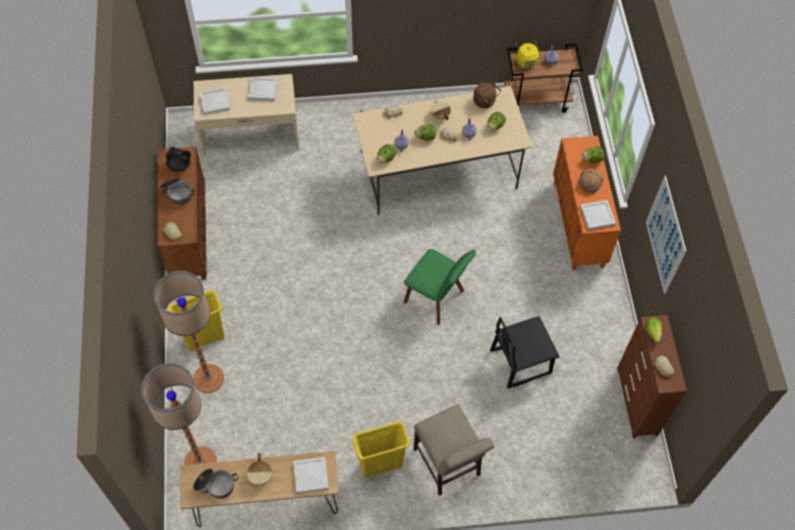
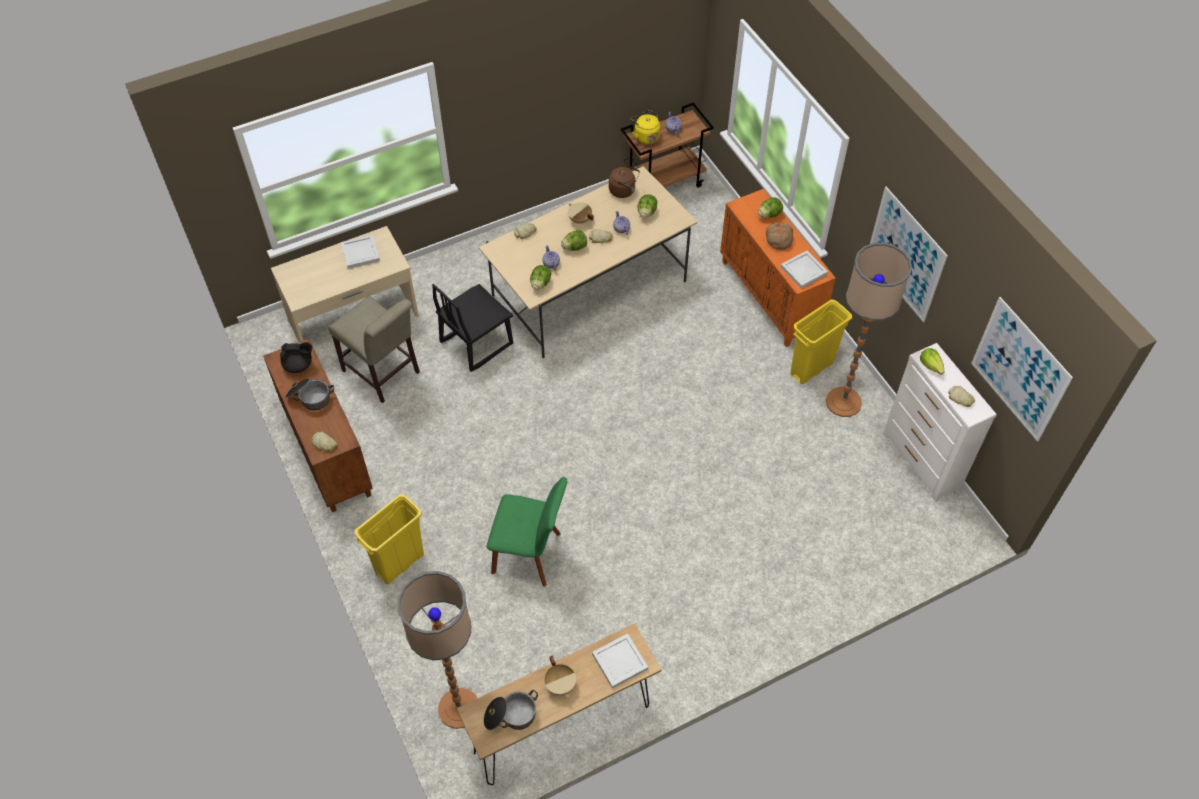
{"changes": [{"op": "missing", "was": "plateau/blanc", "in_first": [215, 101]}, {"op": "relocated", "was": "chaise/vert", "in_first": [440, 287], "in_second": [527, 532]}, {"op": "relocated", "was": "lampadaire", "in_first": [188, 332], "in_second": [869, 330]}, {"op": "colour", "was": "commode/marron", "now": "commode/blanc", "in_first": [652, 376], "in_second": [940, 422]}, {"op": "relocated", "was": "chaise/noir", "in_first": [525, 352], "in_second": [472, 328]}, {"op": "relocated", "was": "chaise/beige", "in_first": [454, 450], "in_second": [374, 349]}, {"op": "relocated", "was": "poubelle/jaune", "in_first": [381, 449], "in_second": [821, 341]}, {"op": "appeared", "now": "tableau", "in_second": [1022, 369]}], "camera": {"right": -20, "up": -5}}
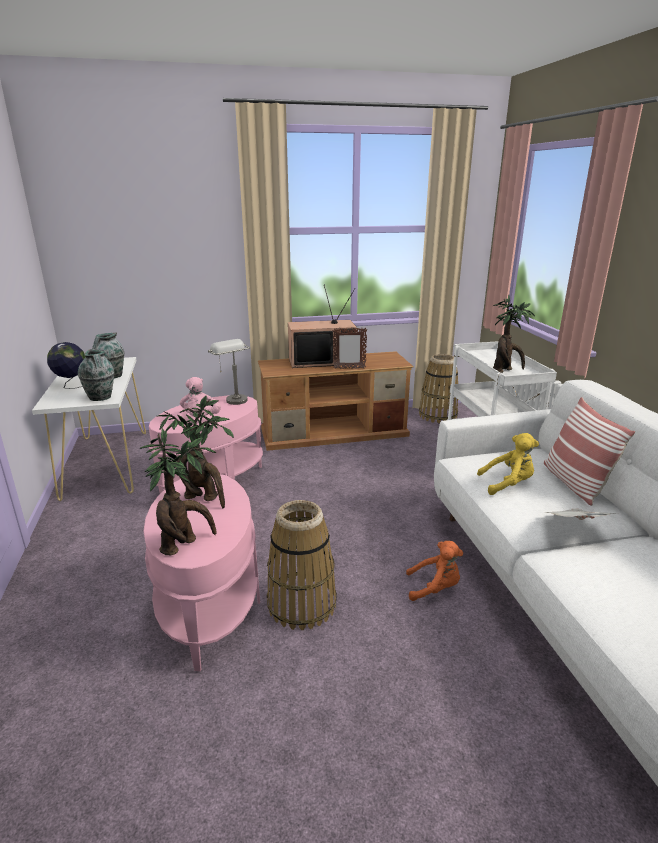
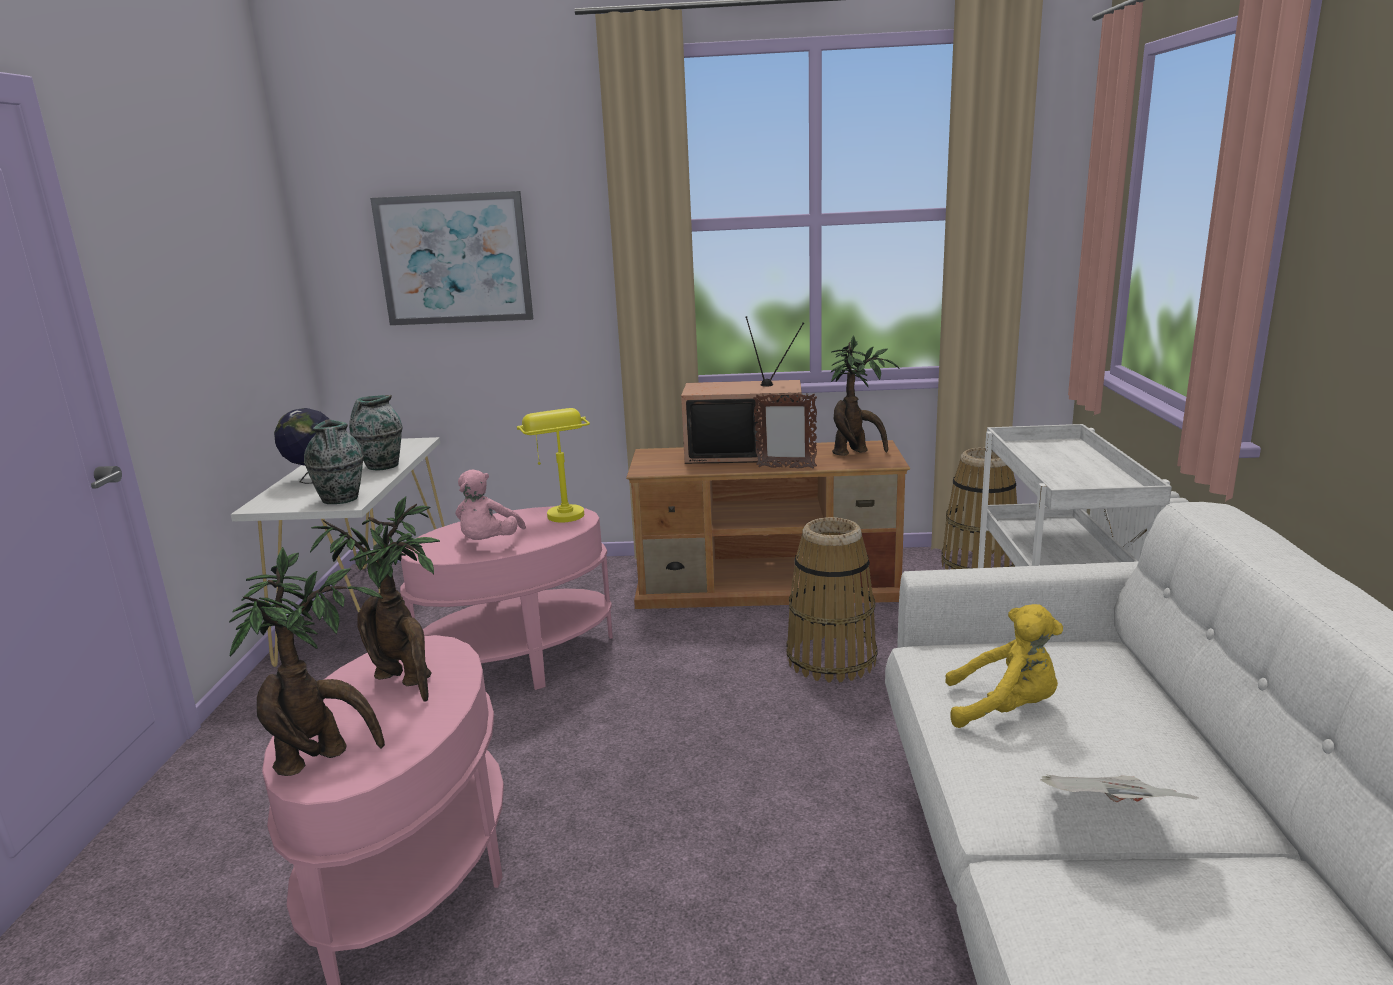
{"changes": [{"op": "relocated", "was": "plante en pot", "in_first": [514, 333], "in_second": [865, 395]}, {"op": "colour", "was": "lampe de table/gris", "now": "lampe de table/jaune", "in_first": [229, 372], "in_second": [553, 465]}, {"op": "missing", "was": "coussin", "in_first": [589, 451]}, {"op": "relocated", "was": "panier", "in_first": [302, 565], "in_second": [831, 599]}, {"op": "missing", "was": "peluche/orange", "in_first": [434, 571]}, {"op": "appeared", "now": "tableau", "in_second": [451, 258]}], "camera": {"right": 15, "up": -5}}
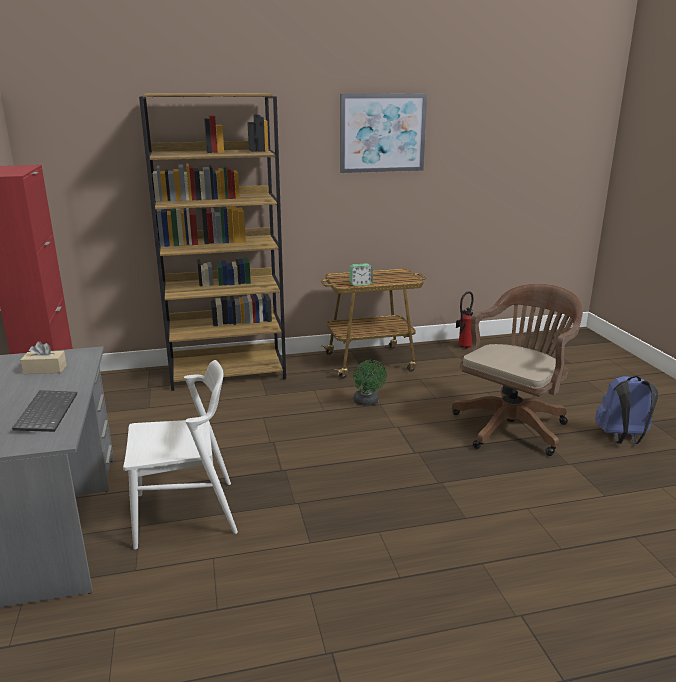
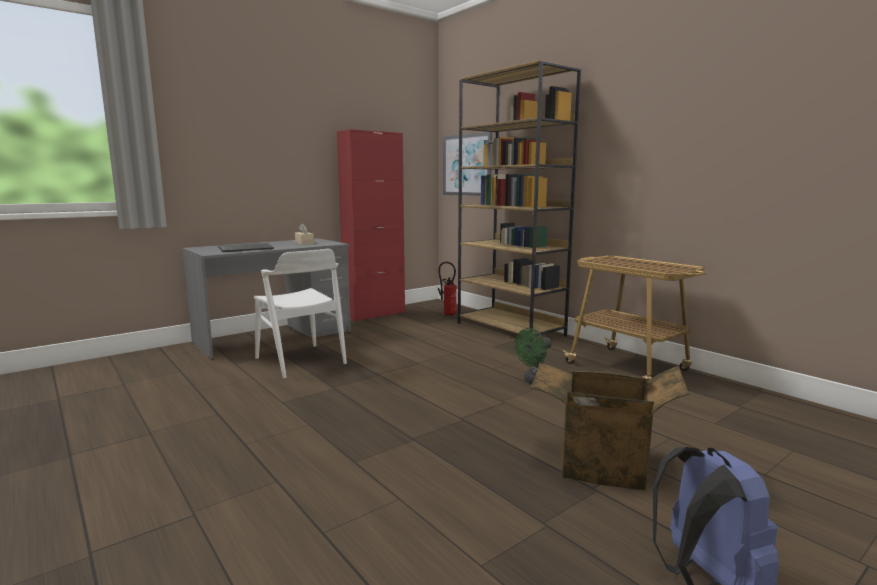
{"changes": [{"op": "relocated", "was": "tableau", "in_first": [383, 133], "in_second": [467, 164]}, {"op": "missing", "was": "réveil", "in_first": [361, 274]}, {"op": "exchanged", "was": "chaise de bureau/marron", "now": "carton", "in_first": [517, 370], "in_second": [609, 426]}, {"op": "relocated", "was": "extincteur", "in_first": [465, 320], "in_second": [447, 289]}], "camera": {"right": 65, "up": -10}}
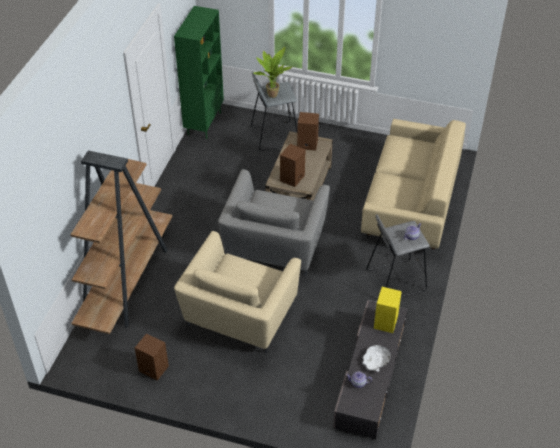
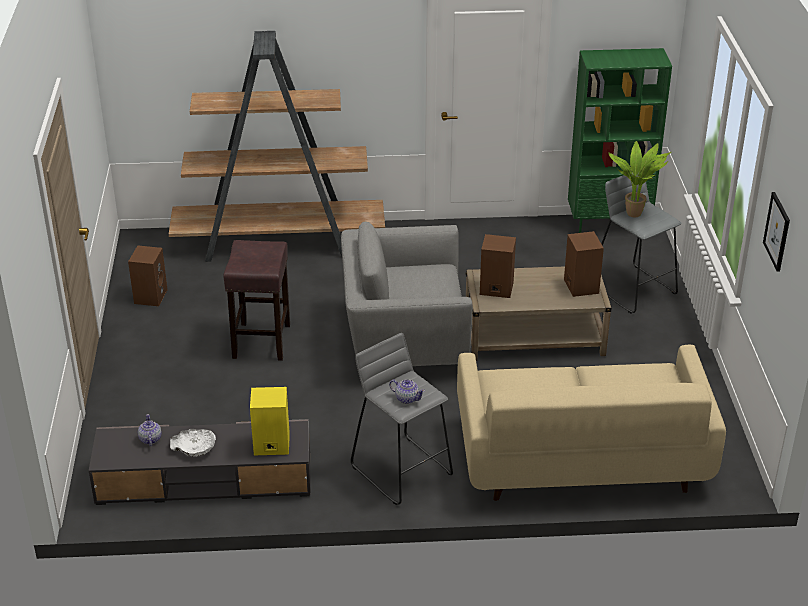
{"changes": [{"op": "exchanged", "was": "fauteuil/beige", "now": "tabouret/marron", "in_first": [237, 292], "in_second": [256, 300]}, {"op": "appeared", "now": "tableau", "in_second": [776, 231]}], "camera": {"right": 70, "up": -10}}
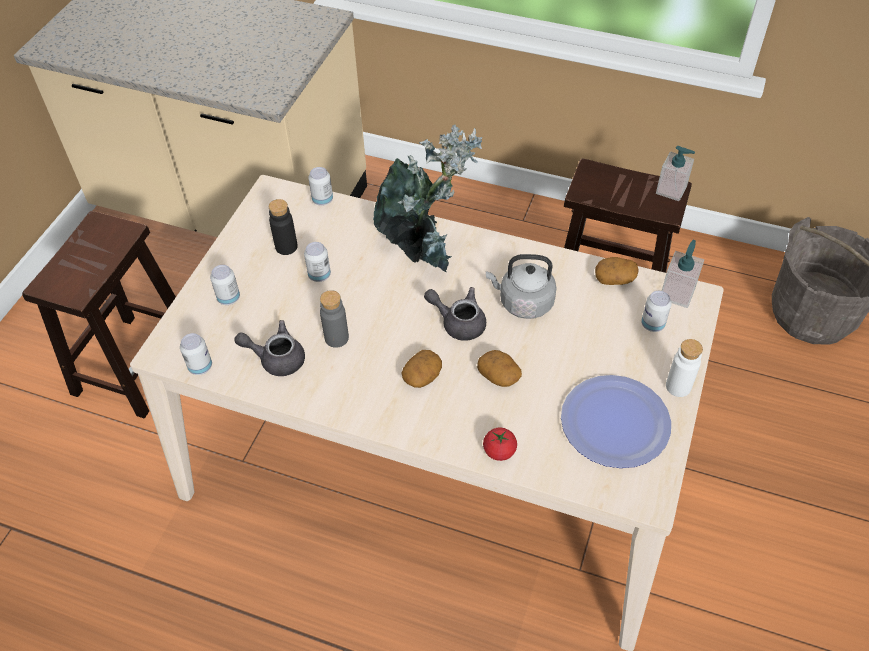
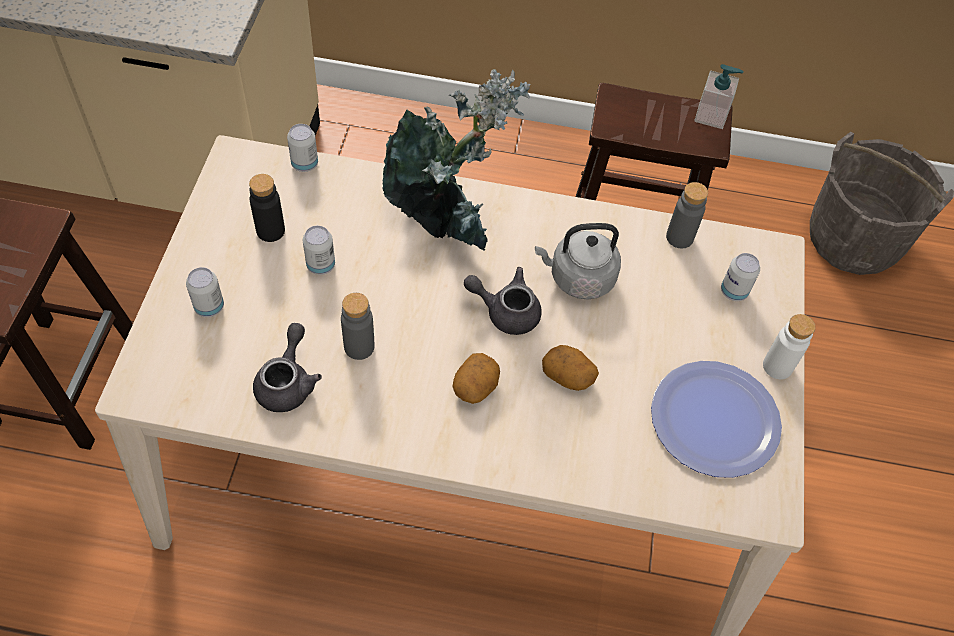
{"changes": [{"op": "missing", "was": "distributeur de savon", "in_first": [683, 274]}, {"op": "exchanged", "was": "pomme de terre", "now": "bouteille/gris", "in_first": [617, 271], "in_second": [687, 215]}, {"op": "spun", "was": "théière/gris", "in_first": [269, 348], "in_second": [287, 367], "clockwise": 105}, {"op": "missing", "was": "boîte métallique", "in_first": [196, 354]}, {"op": "missing", "was": "tomate", "in_first": [500, 444]}], "camera": {"right": -15, "up": 5}}
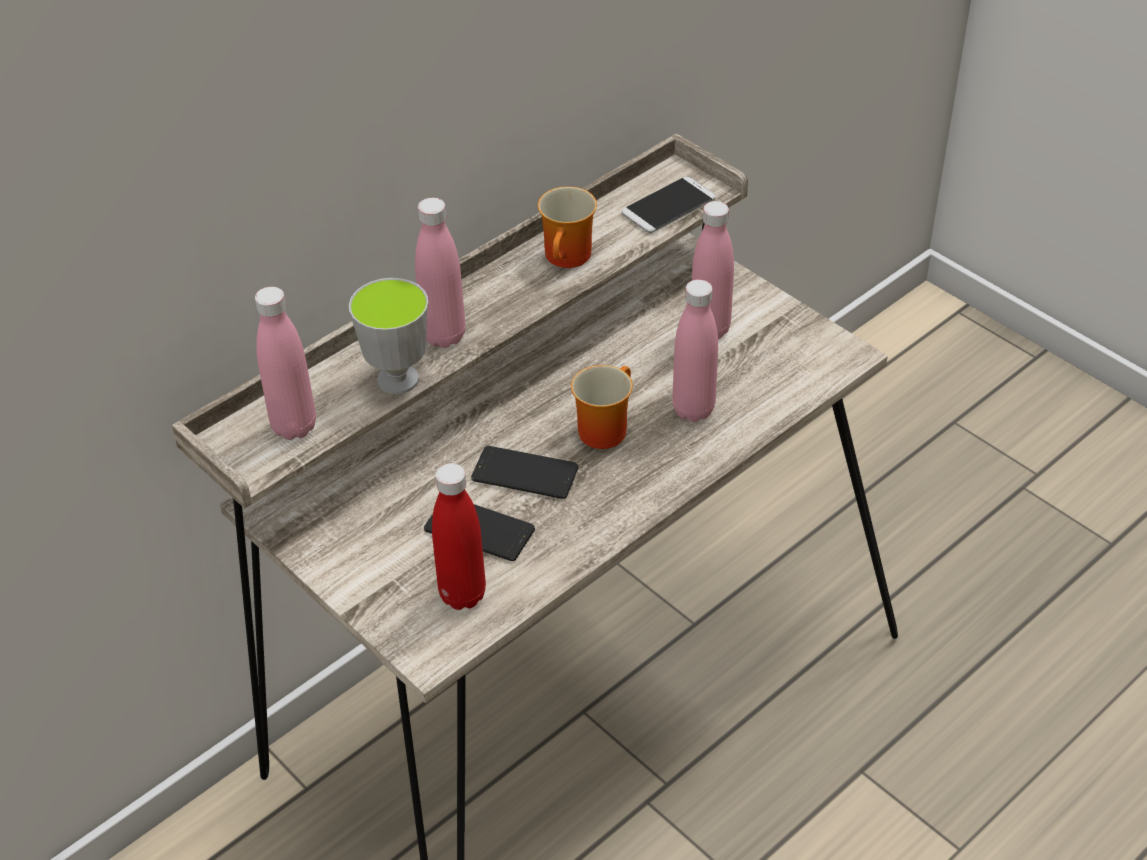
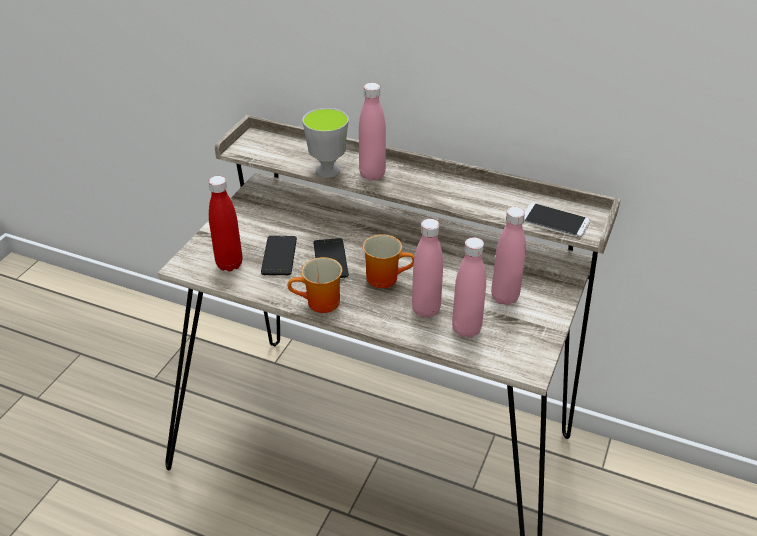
{"changes": [{"op": "relocated", "was": "mug", "in_first": [567, 227], "in_second": [315, 285]}, {"op": "relocated", "was": "bouteille/rose", "in_first": [285, 363], "in_second": [469, 287]}], "camera": {"right": 65, "up": -5}}
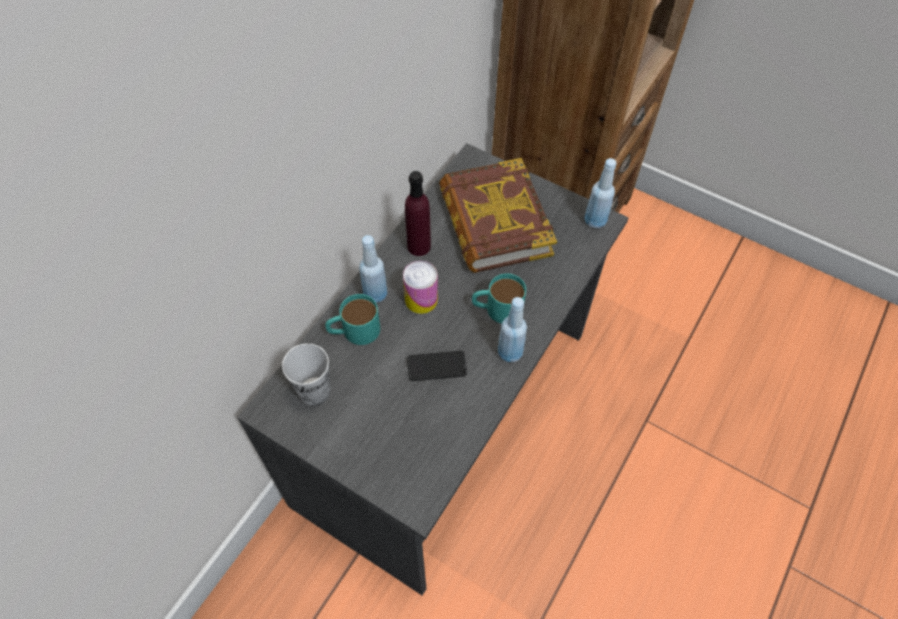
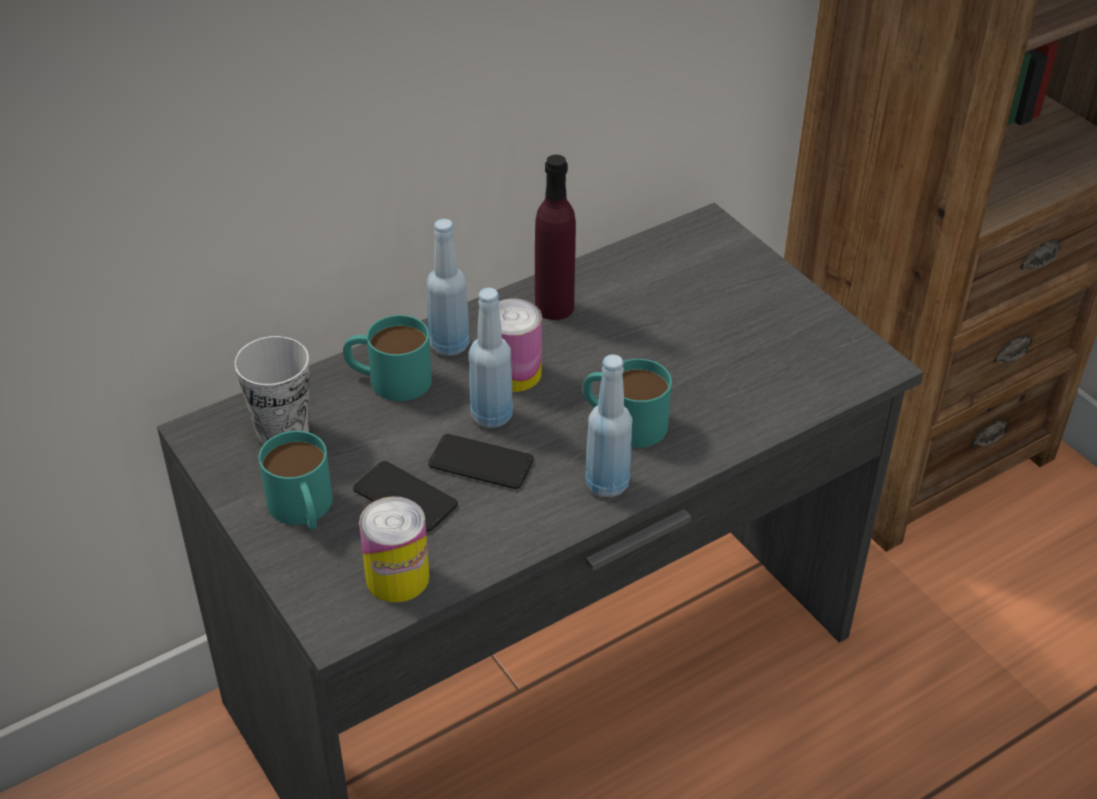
{"changes": [{"op": "missing", "was": "livre", "in_first": [498, 215]}, {"op": "relocated", "was": "bouteille/bleu", "in_first": [600, 193], "in_second": [491, 358]}, {"op": "appeared", "now": "mug/turquoise", "in_second": [296, 480]}, {"op": "appeared", "now": "téléphone", "in_second": [405, 496]}, {"op": "appeared", "now": "boîte métallique", "in_second": [394, 549]}], "camera": {"right": 25, "up": -15}}
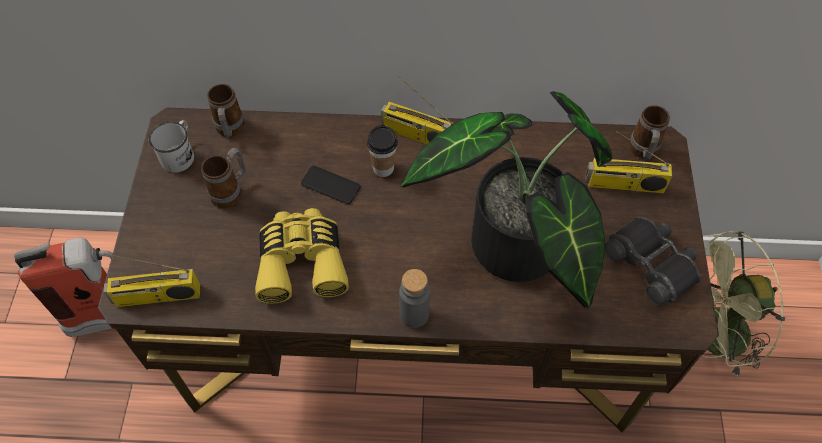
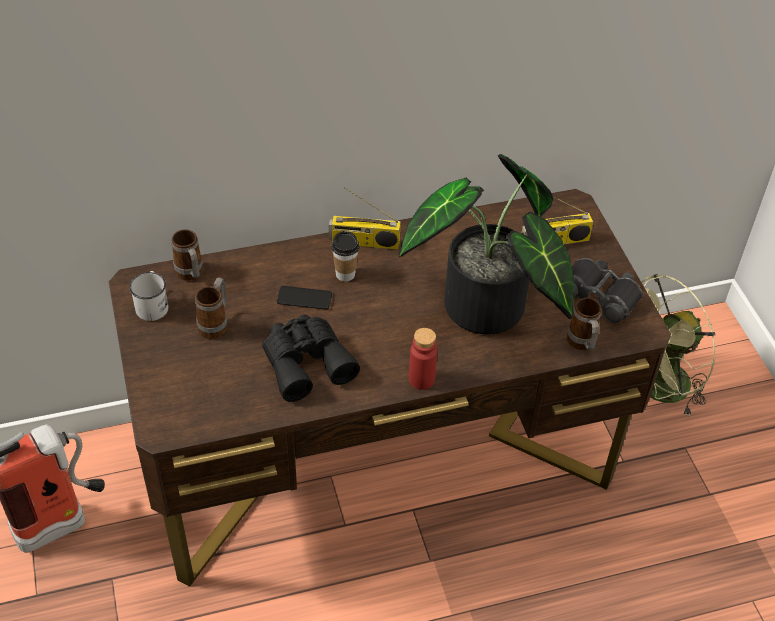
{"changes": [{"op": "relocated", "was": "mug", "in_first": [649, 132], "in_second": [584, 324]}, {"op": "colour", "was": "jumelles/jaune", "now": "jumelles/noir", "in_first": [302, 256], "in_second": [311, 358]}, {"op": "missing", "was": "radio", "in_first": [152, 280]}, {"op": "colour", "was": "bouteille/gris", "now": "bouteille/rouge", "in_first": [414, 298], "in_second": [423, 359]}], "camera": {"right": -20, "up": -10}}
